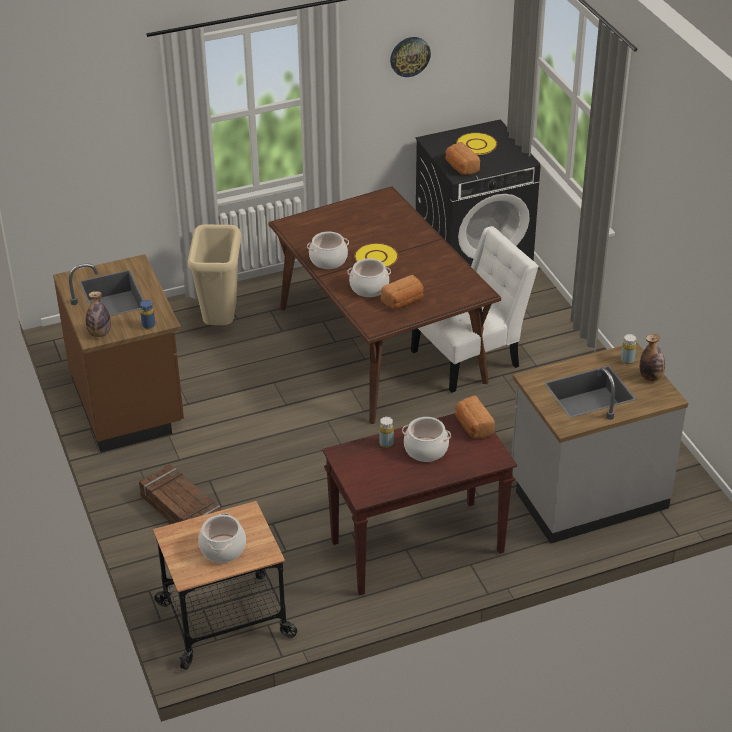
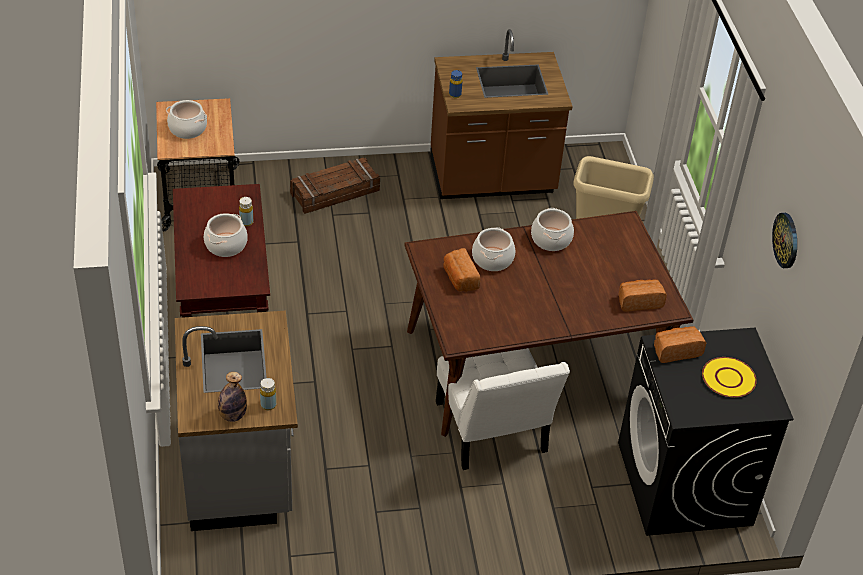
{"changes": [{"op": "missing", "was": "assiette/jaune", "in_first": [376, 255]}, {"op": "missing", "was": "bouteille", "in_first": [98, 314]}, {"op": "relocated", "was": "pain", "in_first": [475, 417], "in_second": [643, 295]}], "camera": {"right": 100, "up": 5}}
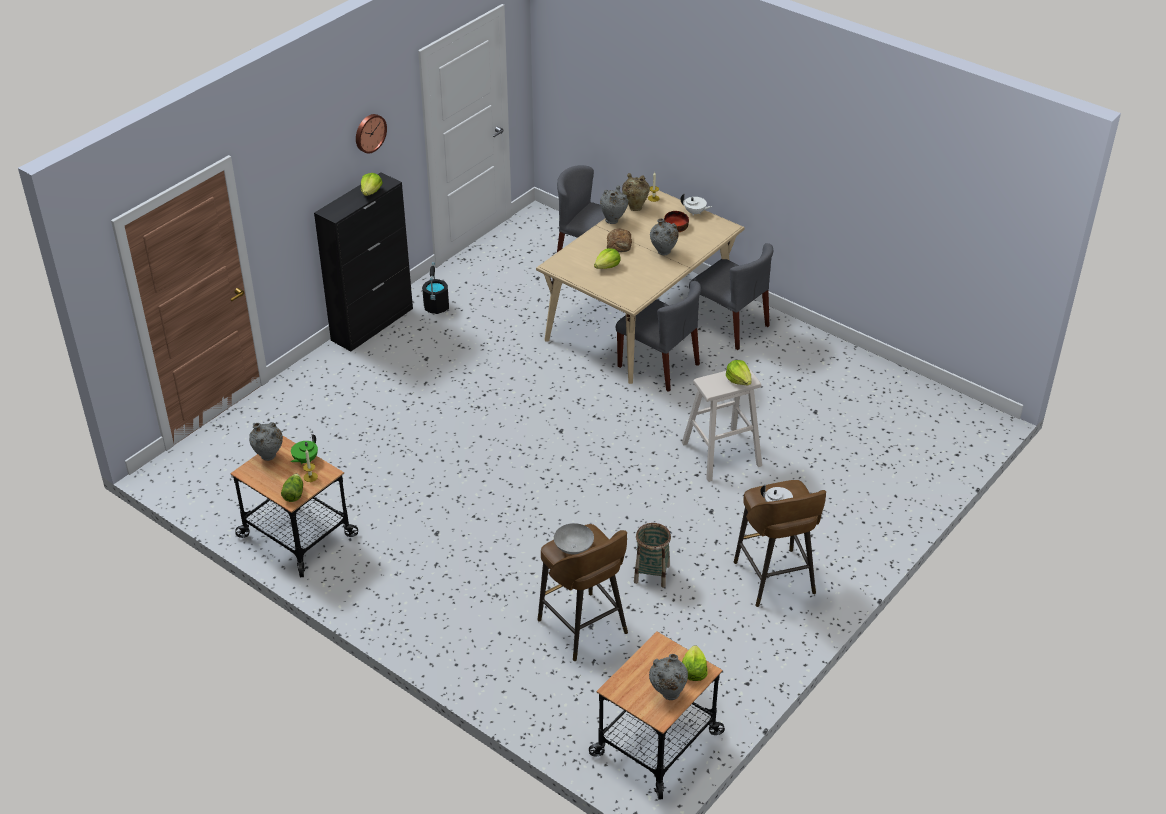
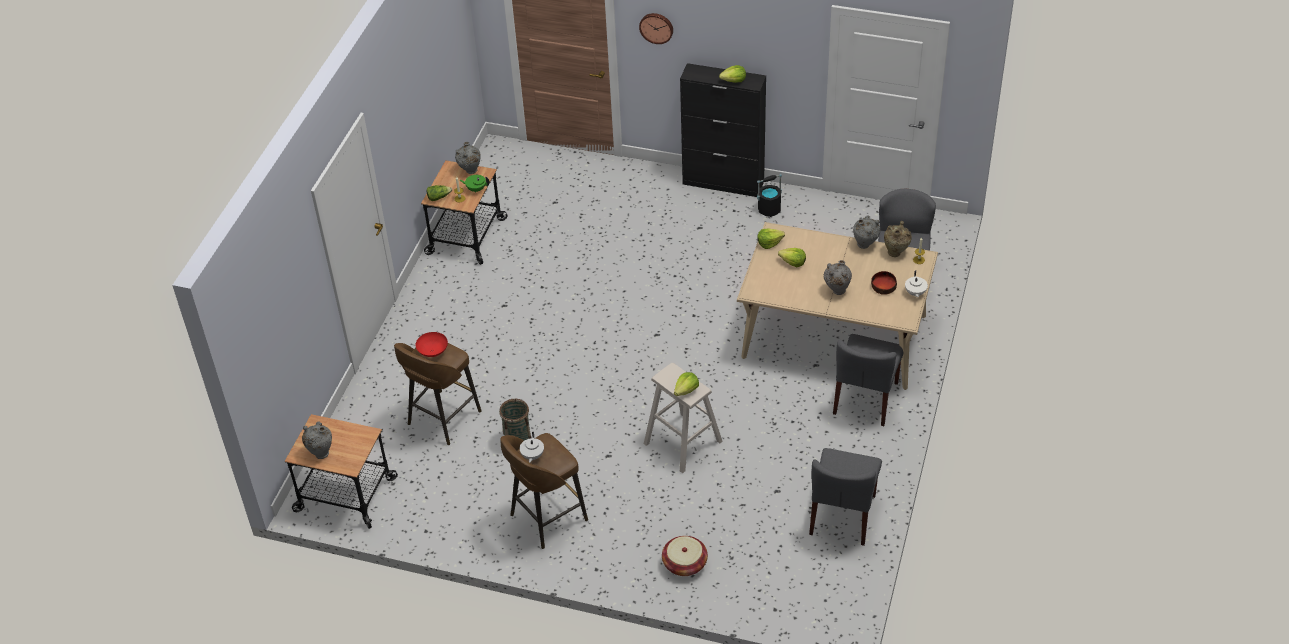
{"changes": [{"op": "relocated", "was": "horloge murale", "in_first": [371, 133], "in_second": [656, 28]}, {"op": "missing", "was": "pain", "in_first": [619, 240]}, {"op": "relocated", "was": "chaise/gris", "in_first": [658, 336], "in_second": [845, 497]}, {"op": "colour", "was": "bol/gris", "now": "bol/rouge", "in_first": [574, 539], "in_second": [432, 344]}, {"op": "relocated", "was": "laitue", "in_first": [695, 663], "in_second": [771, 238]}, {"op": "appeared", "now": "panier", "in_second": [685, 556]}], "camera": {"right": 70, "up": 5}}
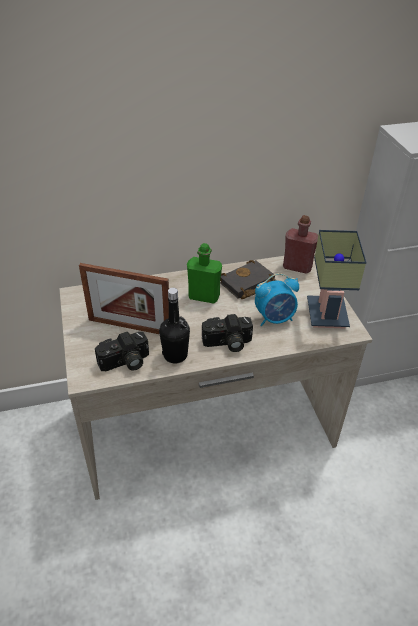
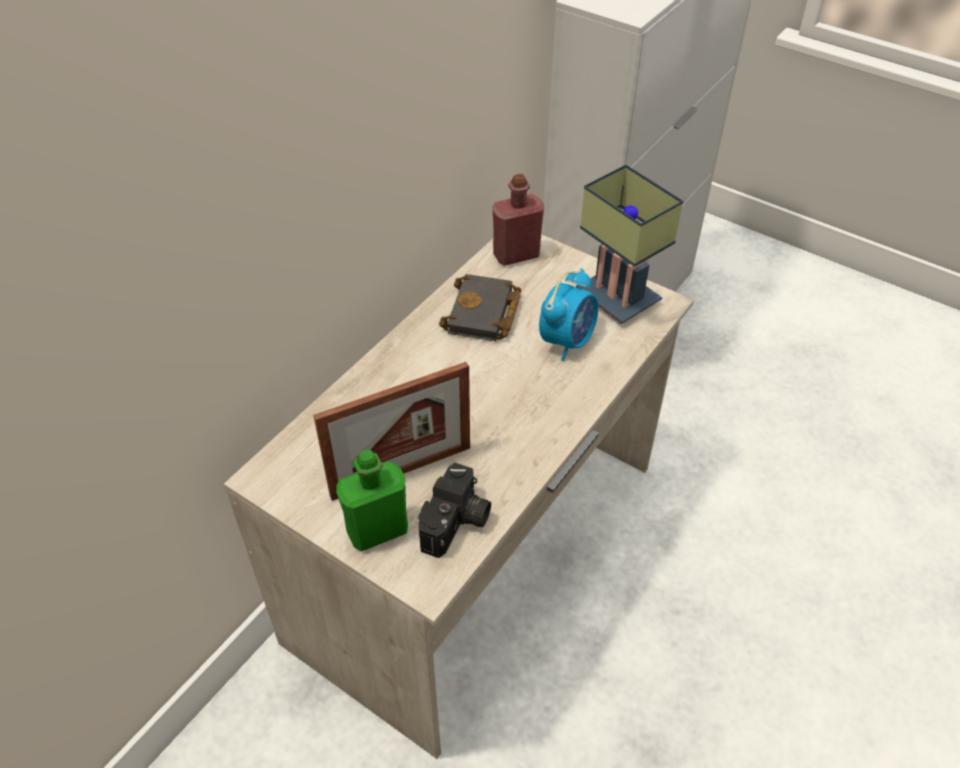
{"changes": [{"op": "relocated", "was": "bouteille/vert", "in_first": [204, 273], "in_second": [372, 501]}, {"op": "missing", "was": "bouteille/noir", "in_first": [174, 325]}, {"op": "missing", "was": "appareil photo", "in_first": [227, 333]}], "camera": {"right": -40, "up": 5}}
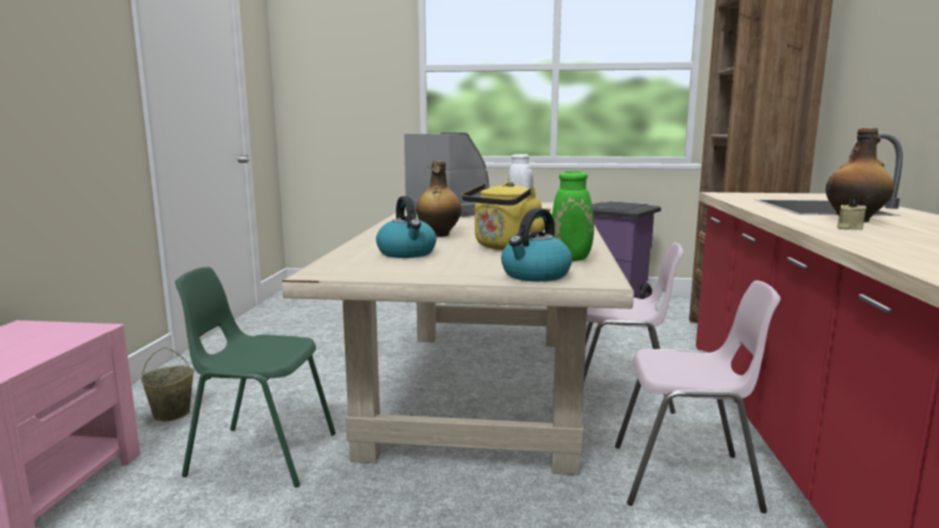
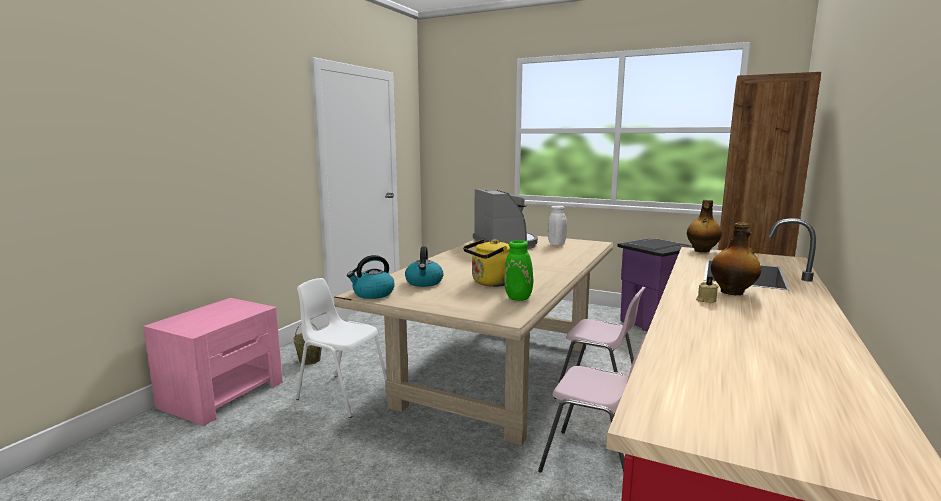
{"changes": [{"op": "relocated", "was": "bouteille", "in_first": [439, 199], "in_second": [704, 226]}, {"op": "relocated", "was": "bouilloire", "in_first": [536, 245], "in_second": [371, 277]}, {"op": "colour", "was": "chaise/vert", "now": "chaise/blanc", "in_first": [255, 377], "in_second": [341, 348]}], "camera": {"right": 20, "up": 0}}
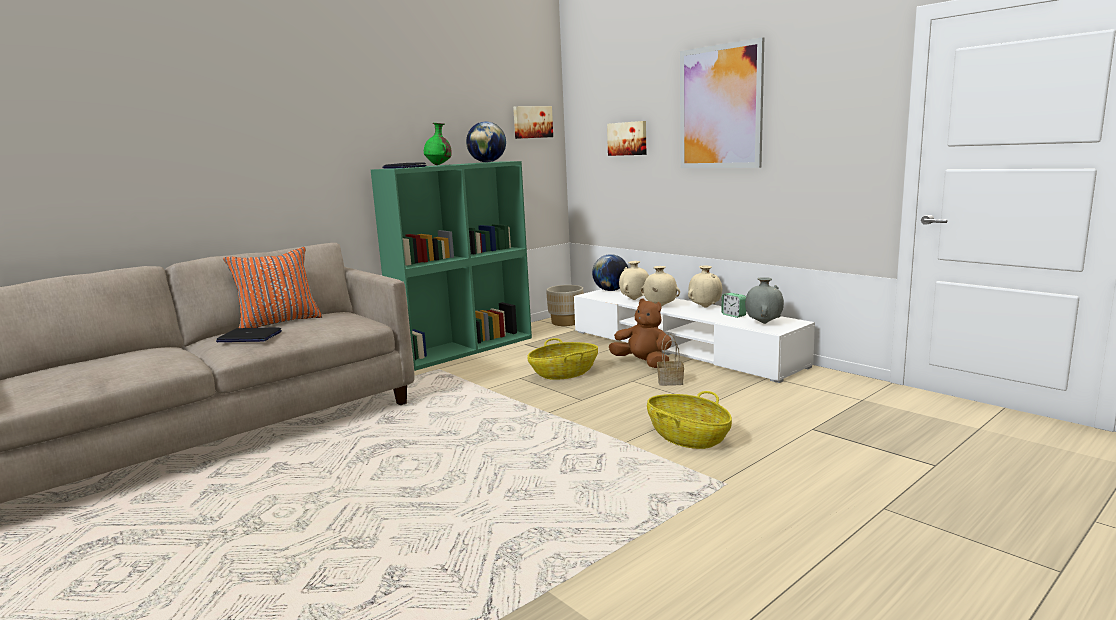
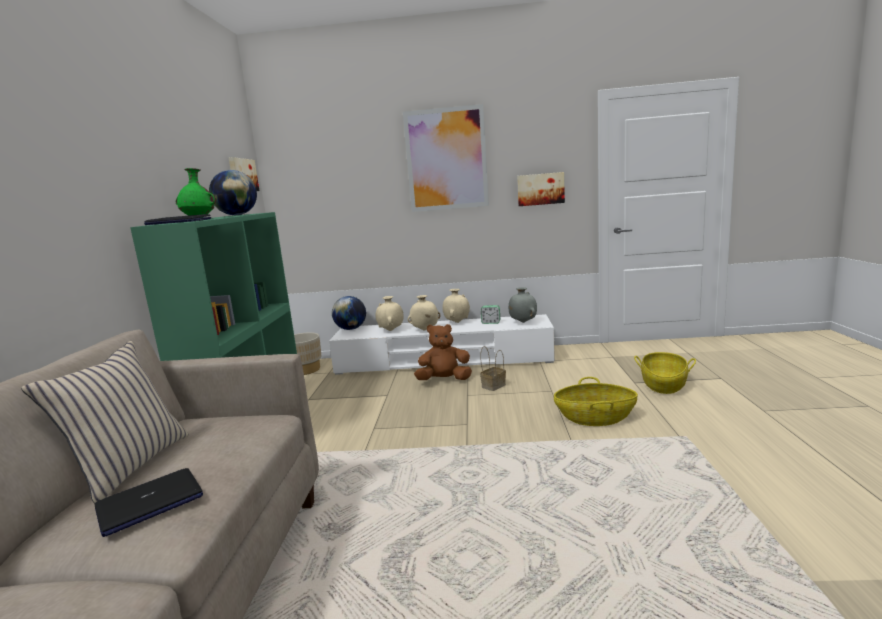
{"changes": [{"op": "relocated", "was": "tableau", "in_first": [626, 138], "in_second": [541, 189]}, {"op": "colour", "was": "coussin/orange", "now": "coussin/beige", "in_first": [272, 287], "in_second": [105, 422]}, {"op": "relocated", "was": "panier", "in_first": [563, 359], "in_second": [665, 373]}], "camera": {"right": -45, "up": 0}}
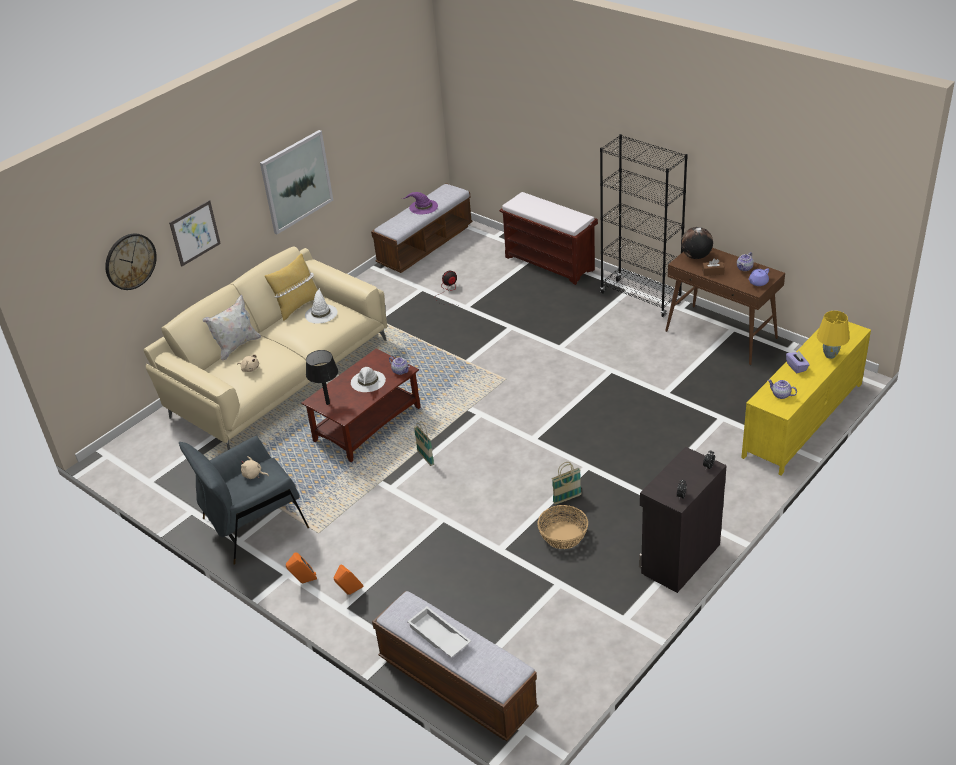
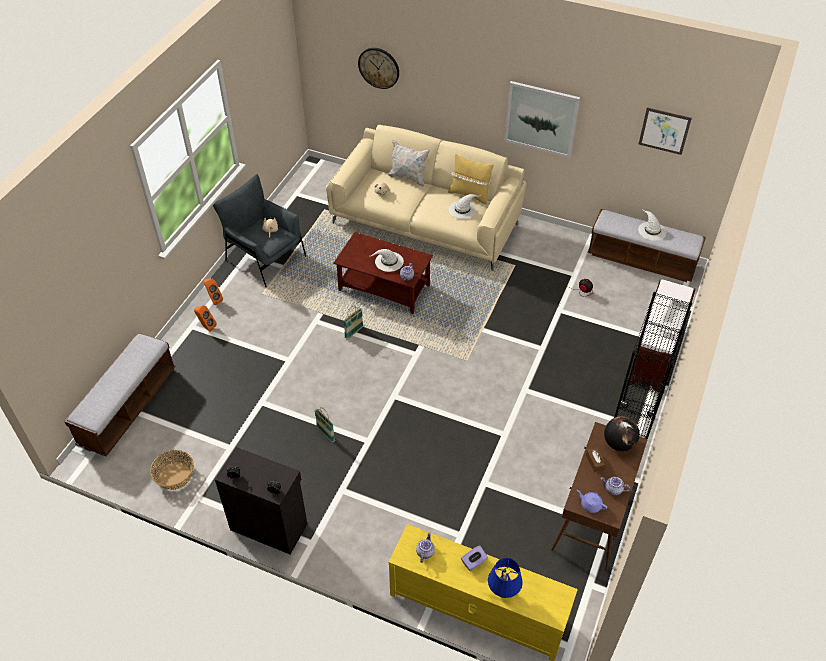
{"changes": [{"op": "colour", "was": "chapeau/violet", "now": "chapeau/blanc", "in_first": [420, 203], "in_second": [652, 225]}, {"op": "relocated", "was": "tableau", "in_first": [195, 233], "in_second": [665, 131]}, {"op": "colour", "was": "lampe de table/jaune", "now": "lampe de table/bleu", "in_first": [833, 335], "in_second": [505, 578]}, {"op": "missing", "was": "lampe de table/noir", "in_first": [322, 377]}, {"op": "relocated", "was": "panier", "in_first": [562, 527], "in_second": [172, 470]}, {"op": "relocated", "was": "plateau/blanc", "in_first": [439, 632], "in_second": [673, 317]}], "camera": {"right": 70, "up": 10}}
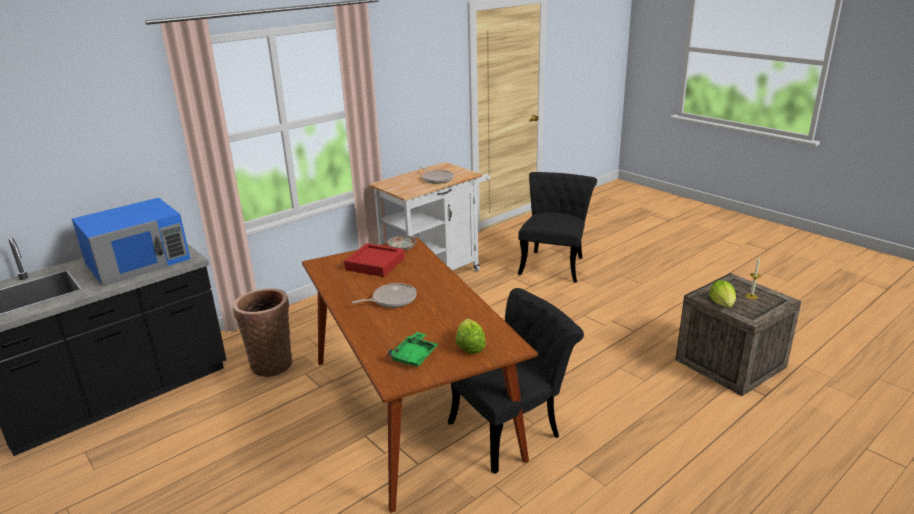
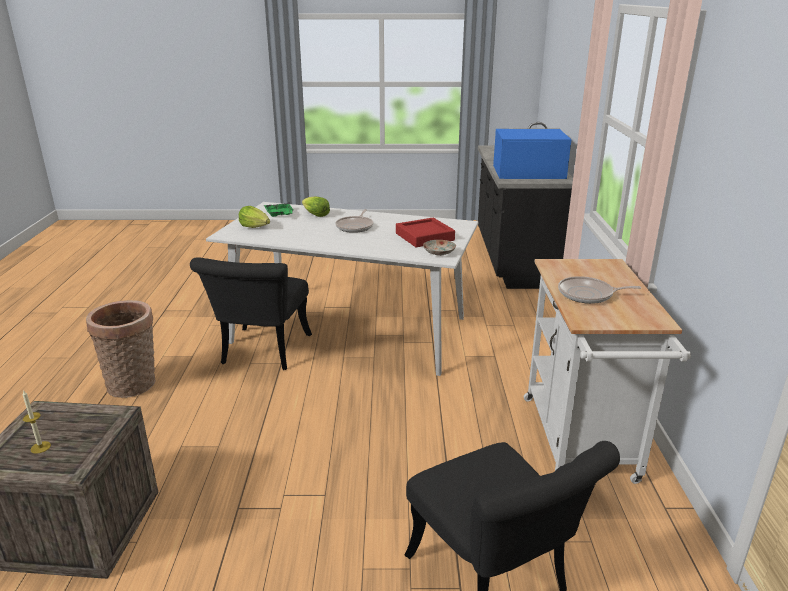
{"changes": [{"op": "spun", "was": "micro-ondes/bleu", "in_first": [131, 242], "in_second": [532, 153], "clockwise": 90}, {"op": "colour", "was": "table à manger/marron", "now": "table à manger/blanc", "in_first": [420, 375], "in_second": [342, 289]}, {"op": "relocated", "was": "laitue", "in_first": [722, 294], "in_second": [316, 206]}, {"op": "relocated", "was": "panier", "in_first": [262, 332], "in_second": [121, 349]}], "camera": {"right": 130, "up": 0}}
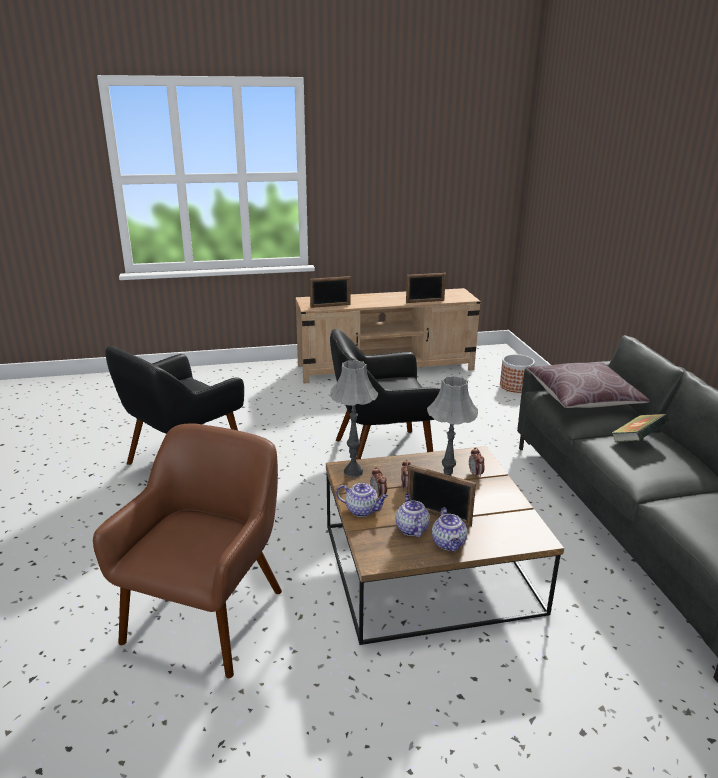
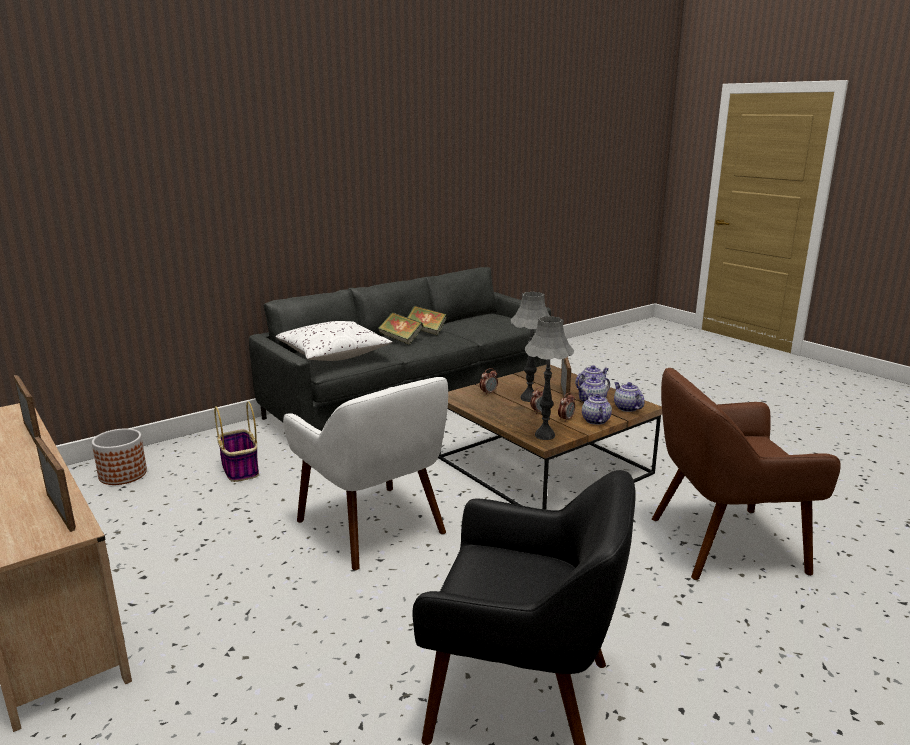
{"changes": [{"op": "colour", "was": "fauteuil/noir", "now": "fauteuil/blanc", "in_first": [385, 394], "in_second": [365, 473]}, {"op": "colour", "was": "coussin/marron", "now": "coussin/blanc", "in_first": [589, 385], "in_second": [334, 341]}, {"op": "appeared", "now": "livre", "in_second": [427, 321]}, {"op": "appeared", "now": "théière", "in_second": [629, 397]}, {"op": "appeared", "now": "panier", "in_second": [236, 441]}], "camera": {"right": -115, "up": -5}}
